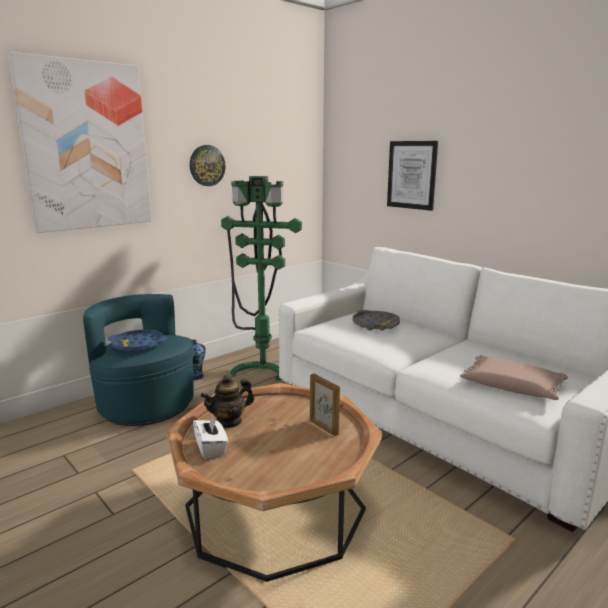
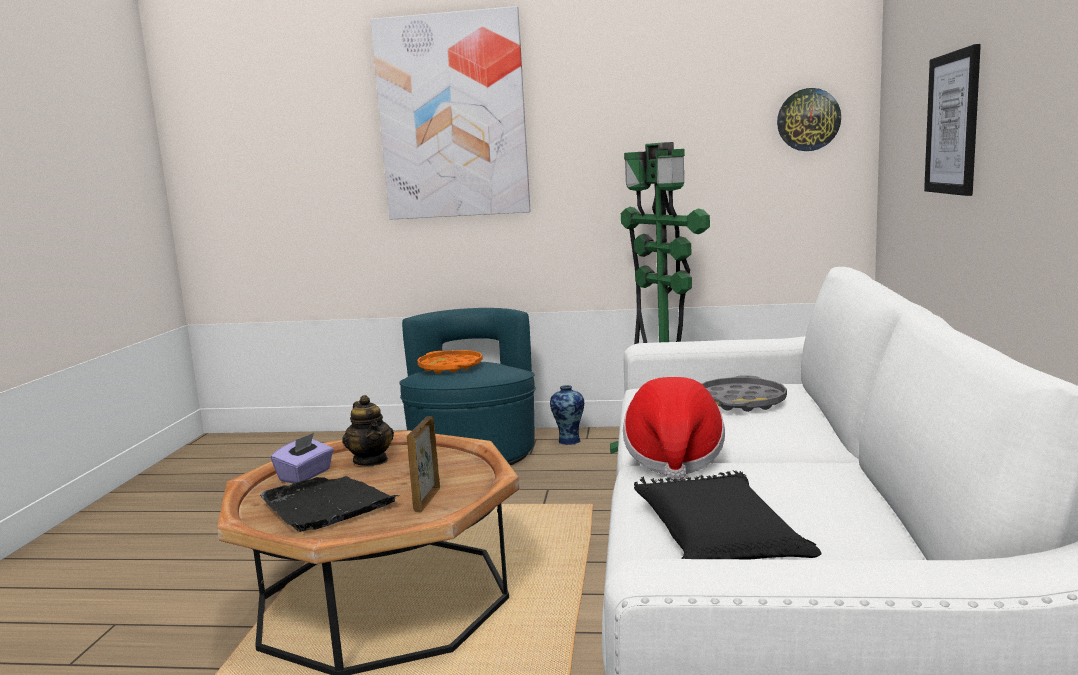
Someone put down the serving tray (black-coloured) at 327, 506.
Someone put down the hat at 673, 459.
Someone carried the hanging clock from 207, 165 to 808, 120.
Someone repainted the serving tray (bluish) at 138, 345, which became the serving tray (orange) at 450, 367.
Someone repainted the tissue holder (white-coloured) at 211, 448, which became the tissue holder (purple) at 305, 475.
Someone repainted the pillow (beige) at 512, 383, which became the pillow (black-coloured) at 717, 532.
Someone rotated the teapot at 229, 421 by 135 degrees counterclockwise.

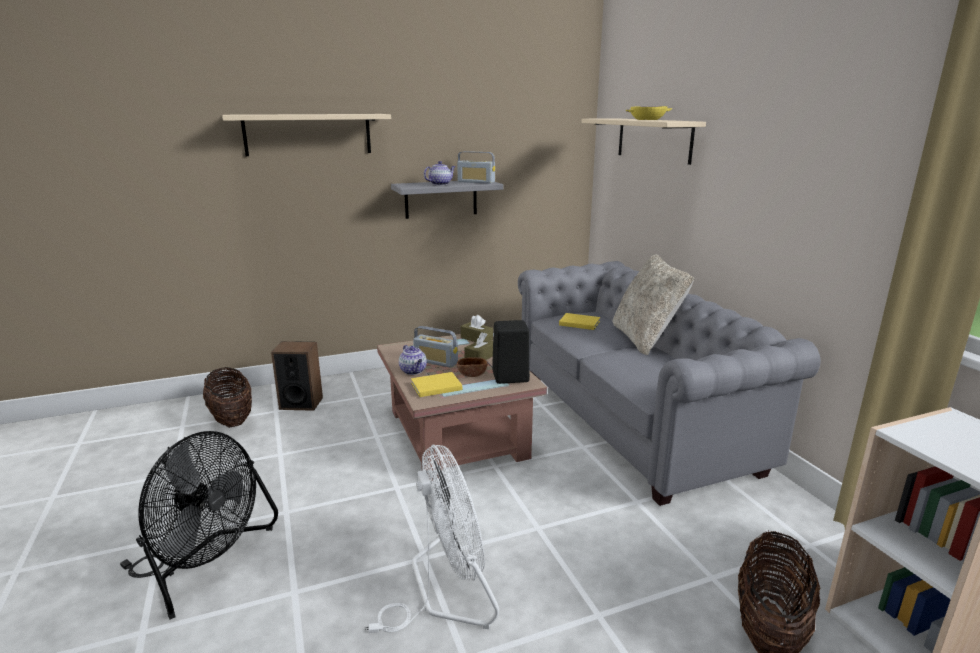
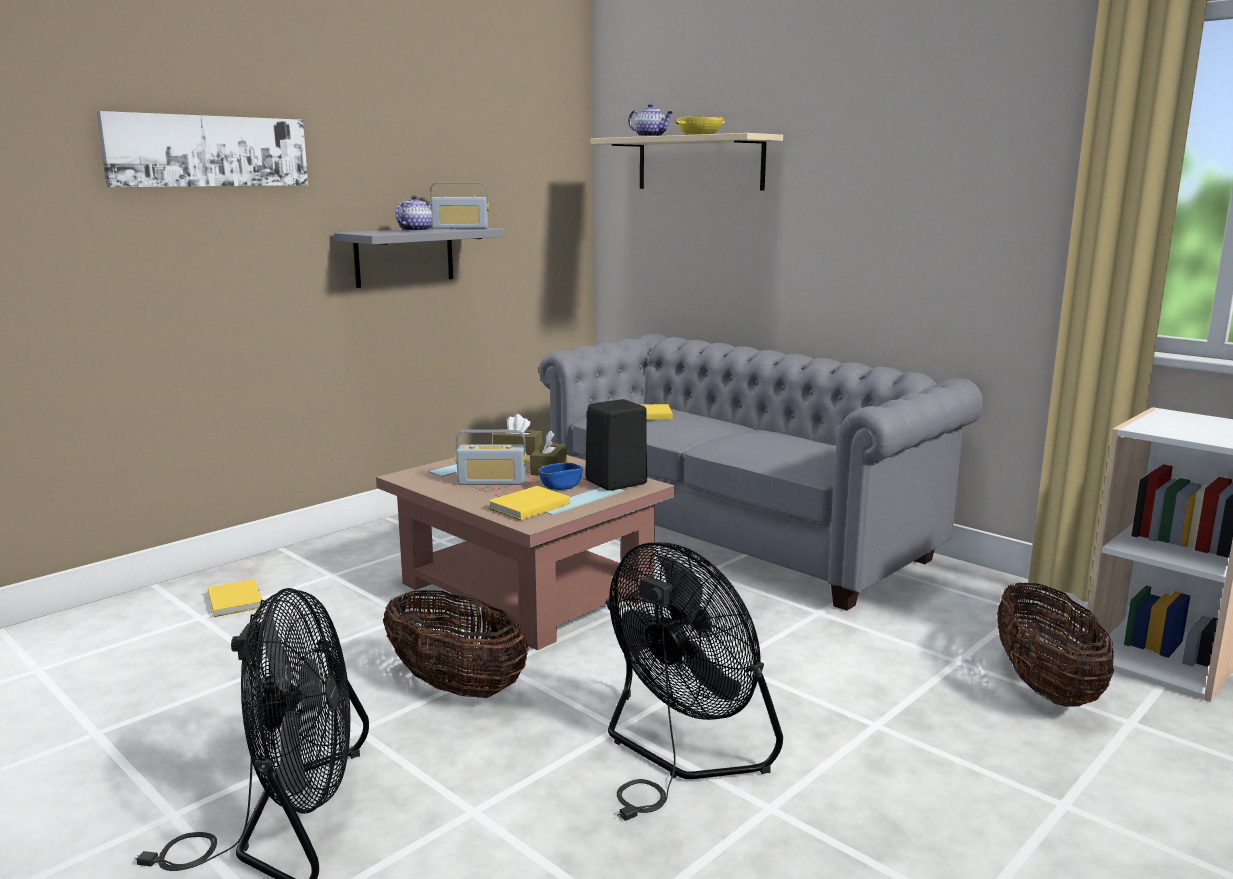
Someone took away the pillow (beige) at 645, 338.
Someone carried the storage basket from 232, 419 to 456, 686.
Someone carried the teapot from 413, 371 to 651, 136.
Someone swapped the wall shelf (beige) at 308, 134 for the picture at 208, 151.
Someone swapped the audio speaker at 301, 403 for the bound book (yellow-coloured) at 236, 600.
Someone repainted the cooling fan (white-coloured) at 441, 587, which became the cooling fan (black-coloured) at 670, 750.
Someone repainted the serving bowl (brown) at 472, 374, which became the serving bowl (bluish) at 560, 487.

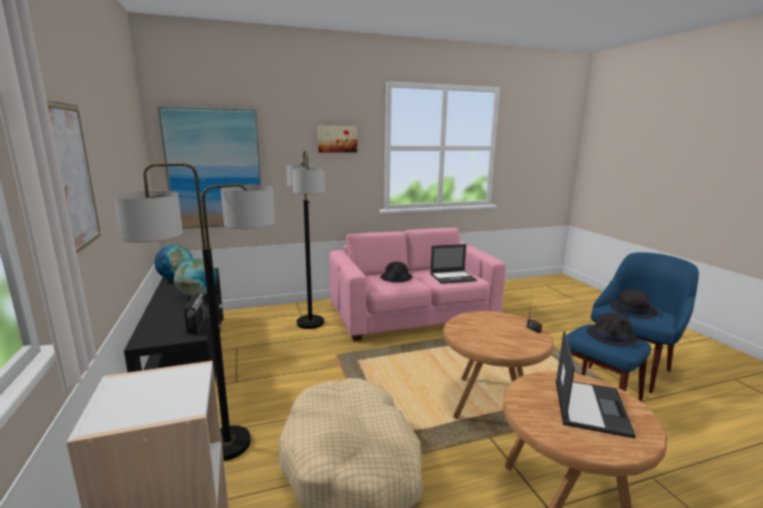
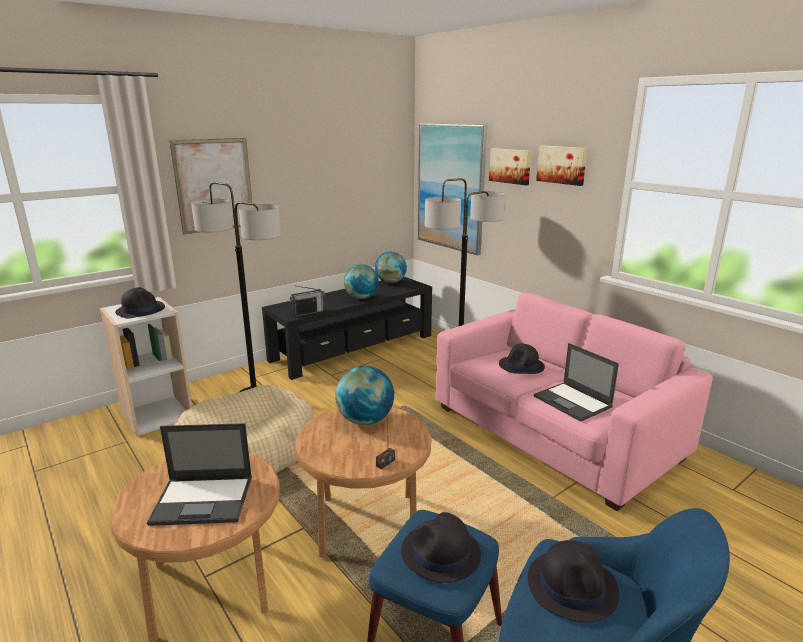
Someone put down the hat (black-coloured) at 141, 310.
Someone put down the world globe at 365, 420.
Someone put up the picture at 510, 166.

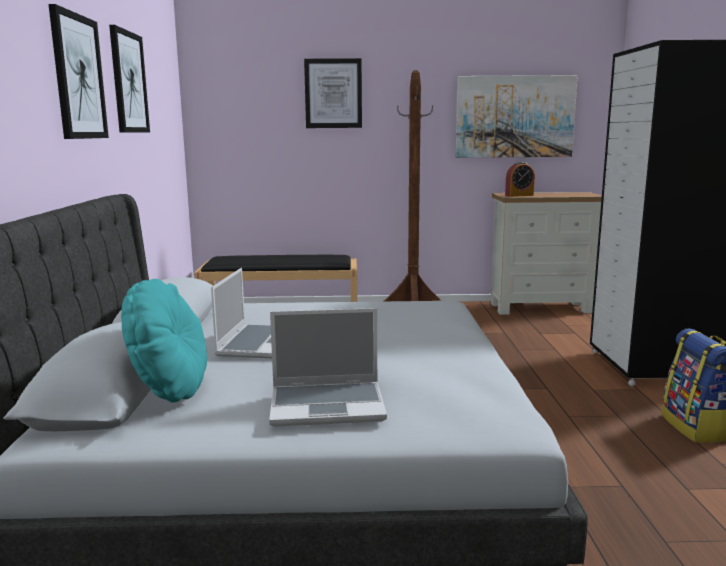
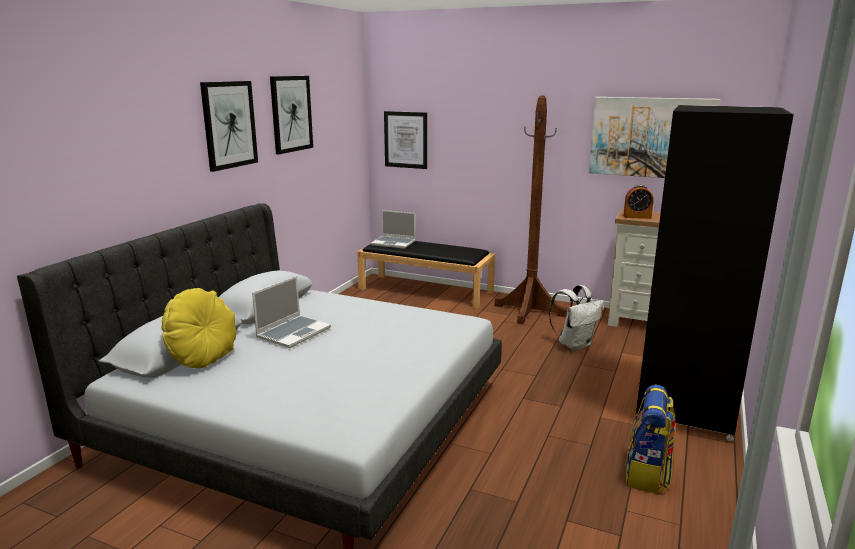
Someone put down the knapsack (white-coloured) at 574, 344.
Someone carried the notebook computer from 328, 405 to 394, 243.
Someone carried the picture from 333, 93 to 406, 140.
Someone repainted the pillow (blue-green) at 171, 392, which became the pillow (yellow-coloured) at 204, 360.

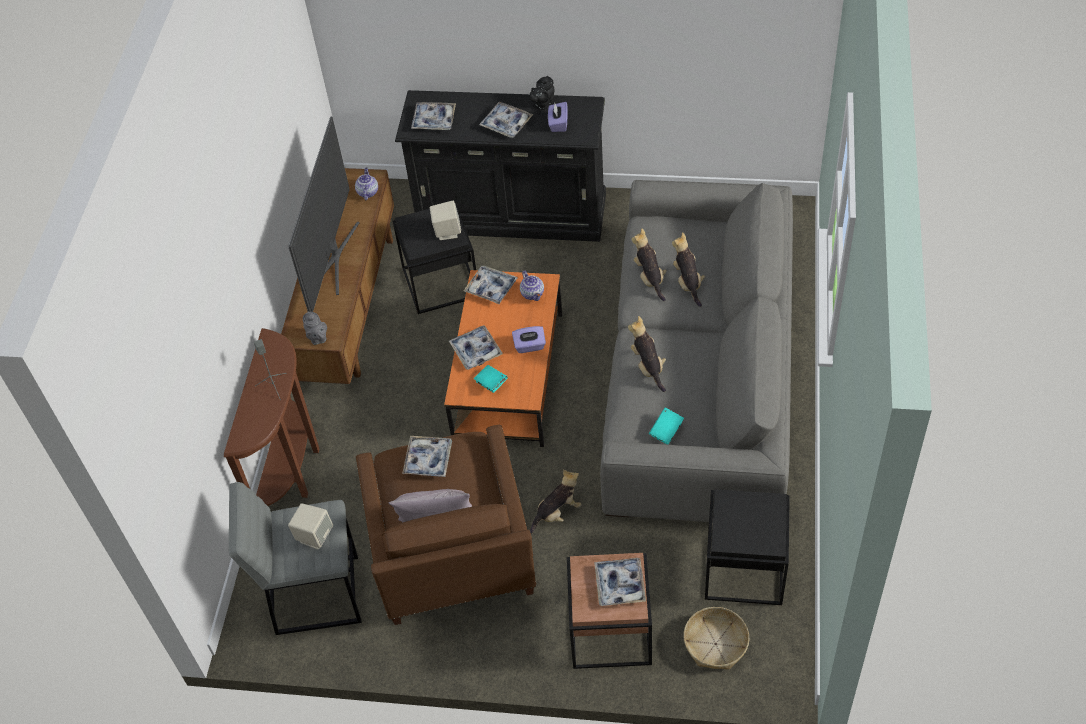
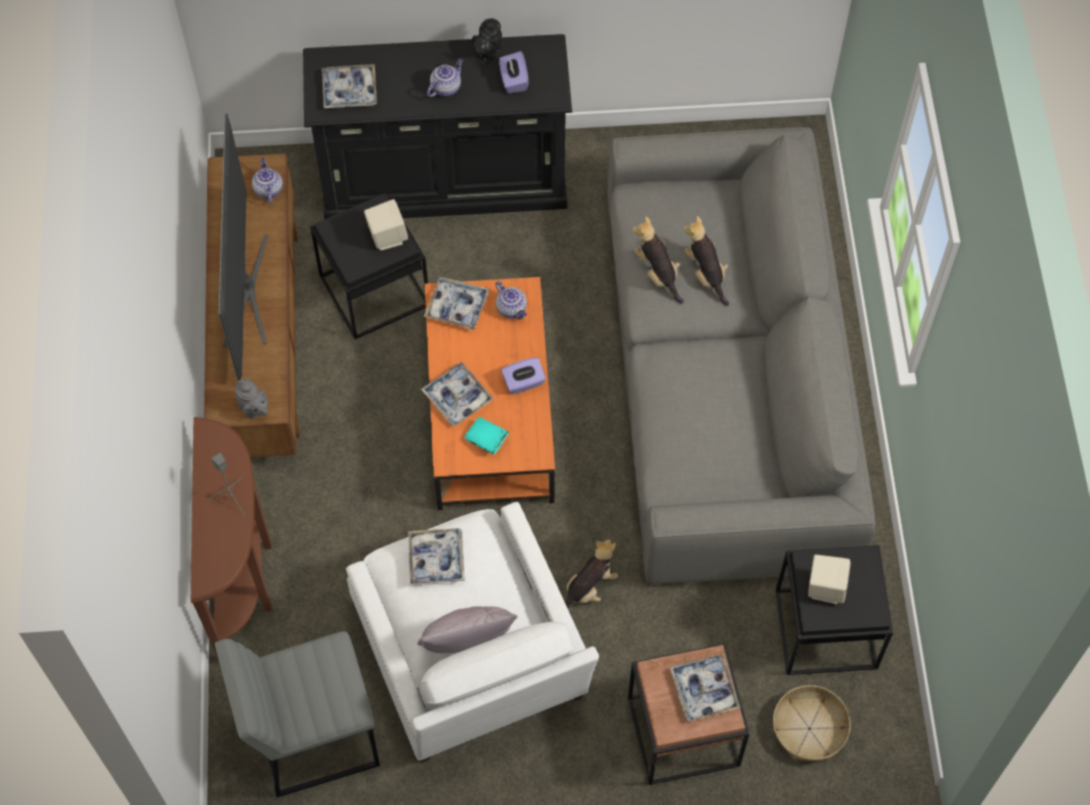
Someone took away the soft toy at 648, 366.
Someone took away the bound book (blue-green) at 666, 431.
Someone carried the audio speaker (beige) from 314, 536 to 825, 588.
Someone swapped the serving tray at 506, 124 for the teapot at 446, 87.
Someone repainted the lounge chair (brown) at 451, 552, which became the lounge chair (white-coloured) at 470, 657.

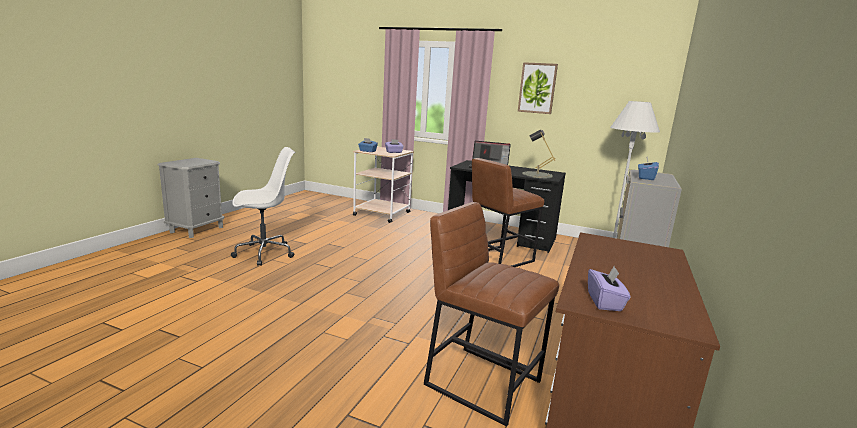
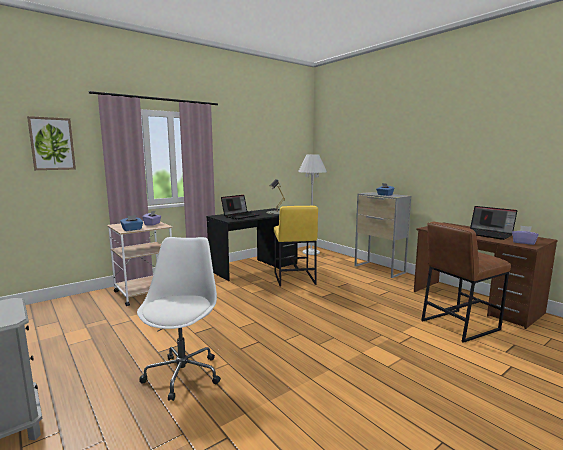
Someone put down the notebook computer at 488, 234.
Someone carried the picture from 537, 88 to 52, 144.
Someone repainted the plain chair (brown) at 498, 258, which became the plain chair (yellow-coloured) at 294, 278.

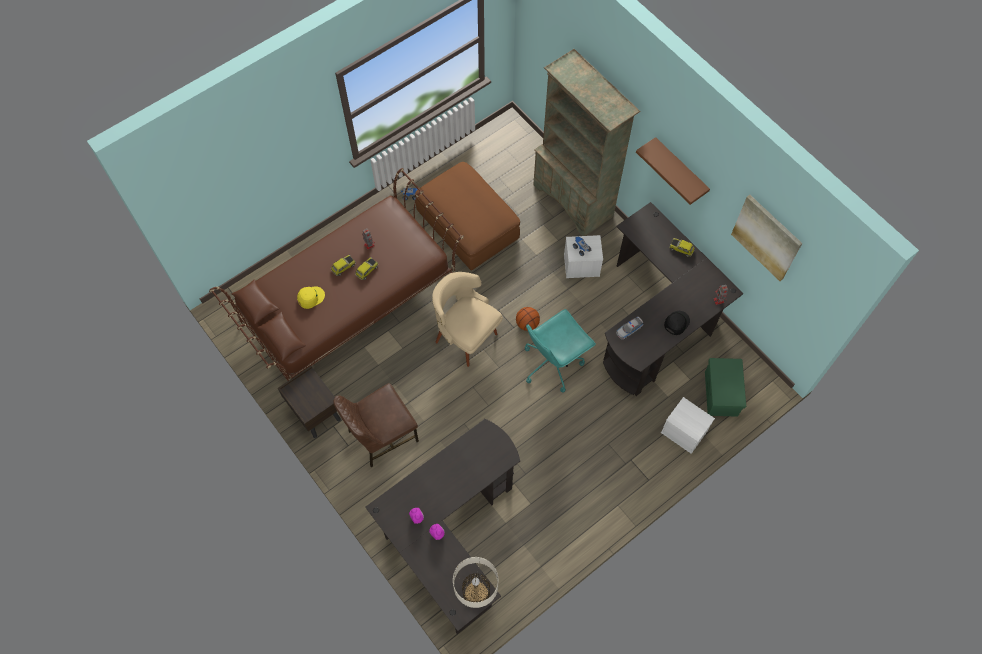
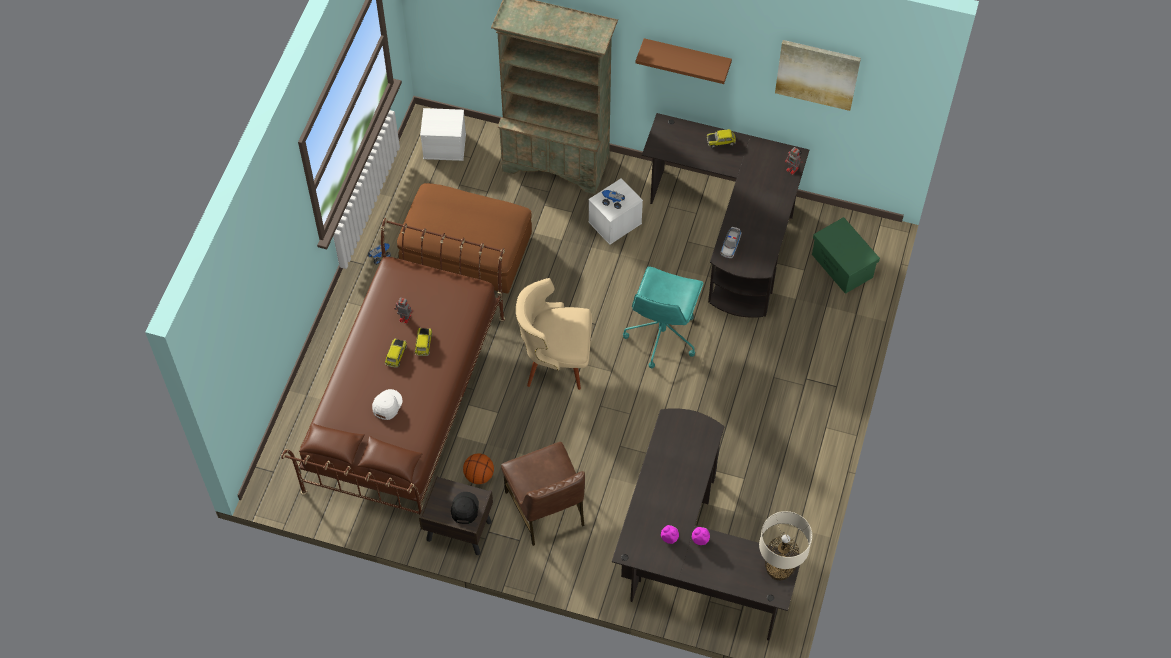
Someone carried the basketball from 527, 324 to 479, 475.
Someone carried the storage container (white-coloured) from 684, 431 to 445, 146.
Someone carried the peaked cap (black-coloured) from 676, 323 to 464, 508.
Someone repainted the peaked cap (yellow-coloured) at 310, 297, which became the peaked cap (white-coloured) at 387, 405.
Someone rotated the plain chair (brown) at 381, 435 by 45 degrees counterclockwise.

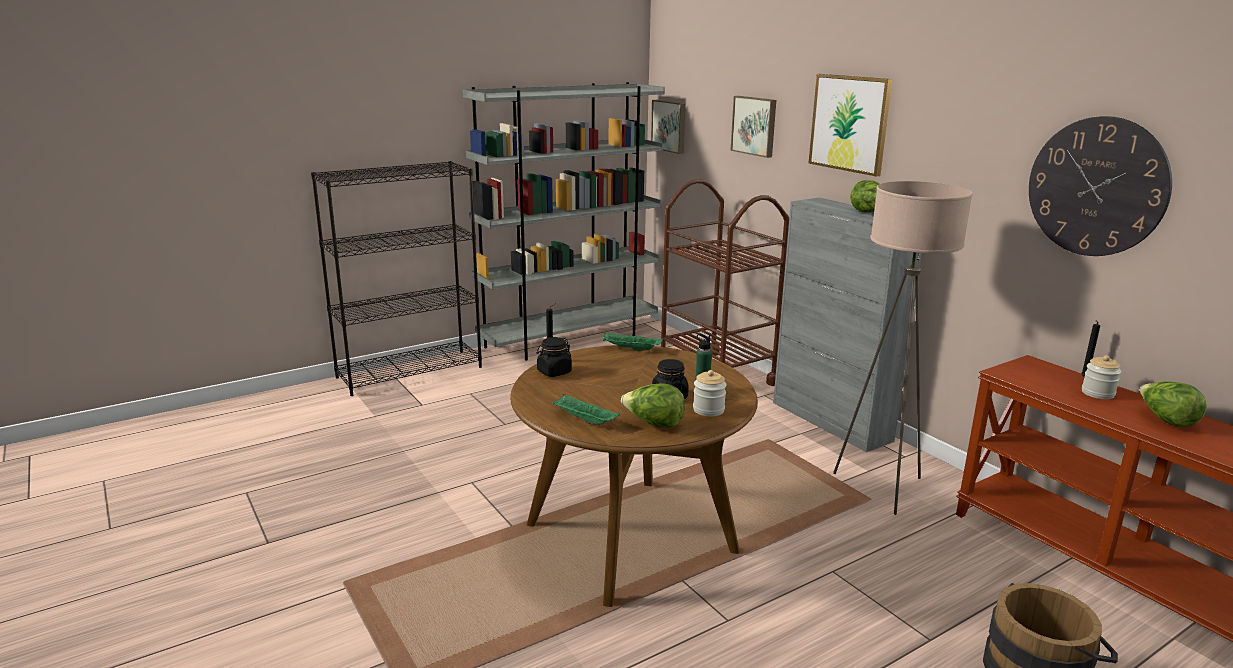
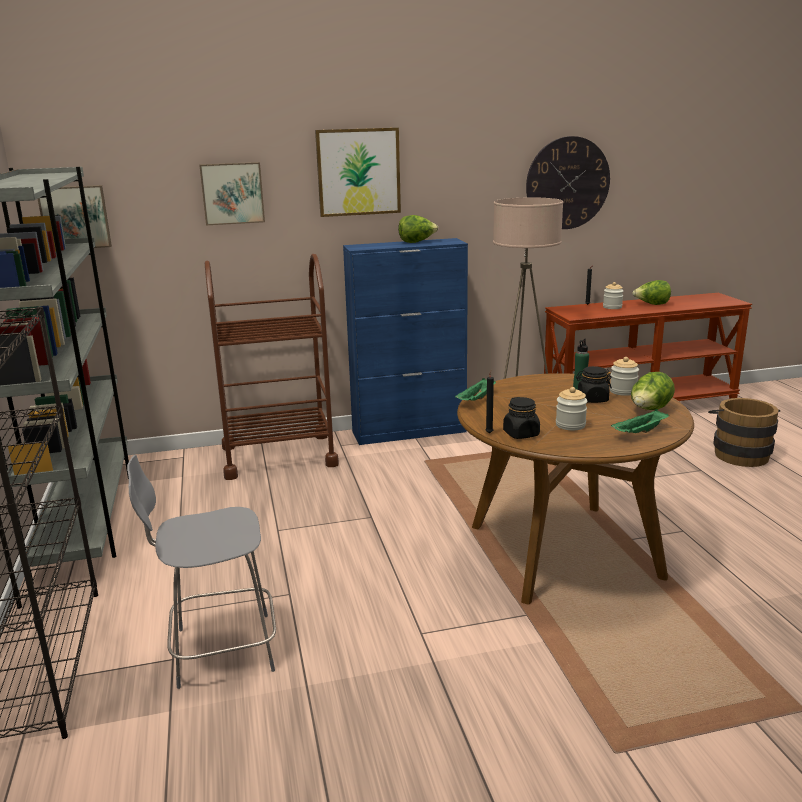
Someone put down the plain chair (grey) at 220, 650.
Someone put down the storage jar at 570, 425.
Someone repainted the cupboard (grey) at 831, 421, which became the cupboard (bluish) at 410, 432.

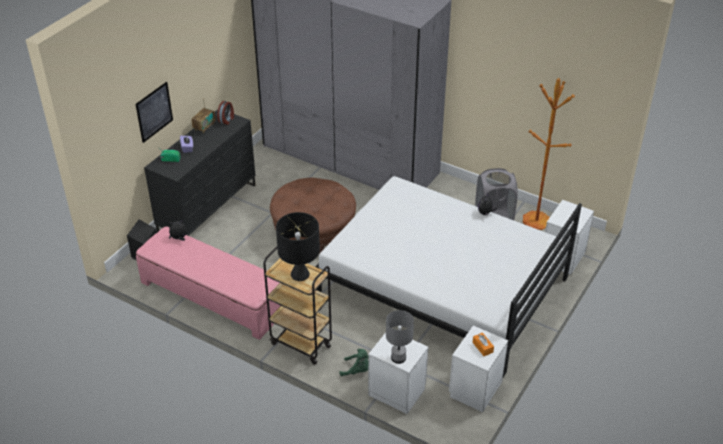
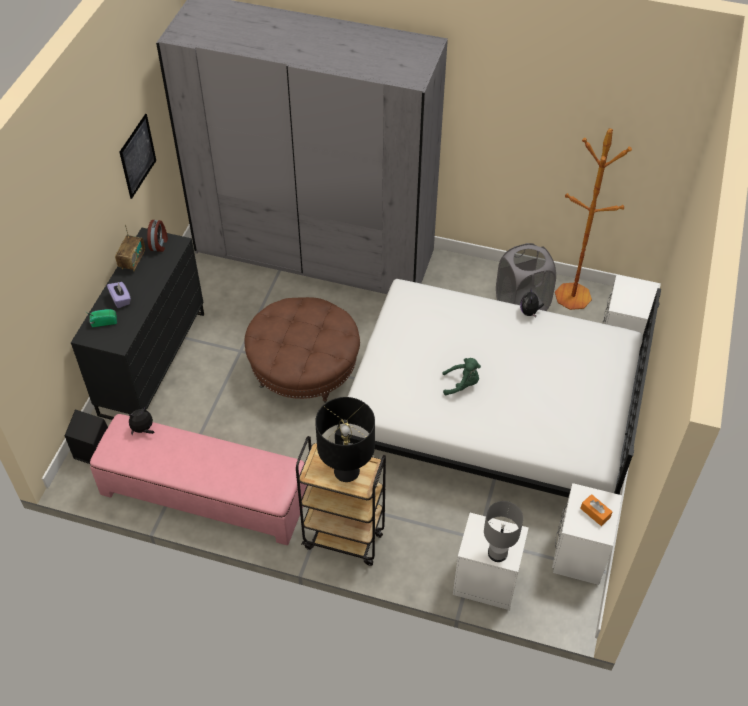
Someone carried the picture from 154, 112 to 137, 156.
Someone carried the soft toy (greenish) from 357, 370 to 462, 384.

